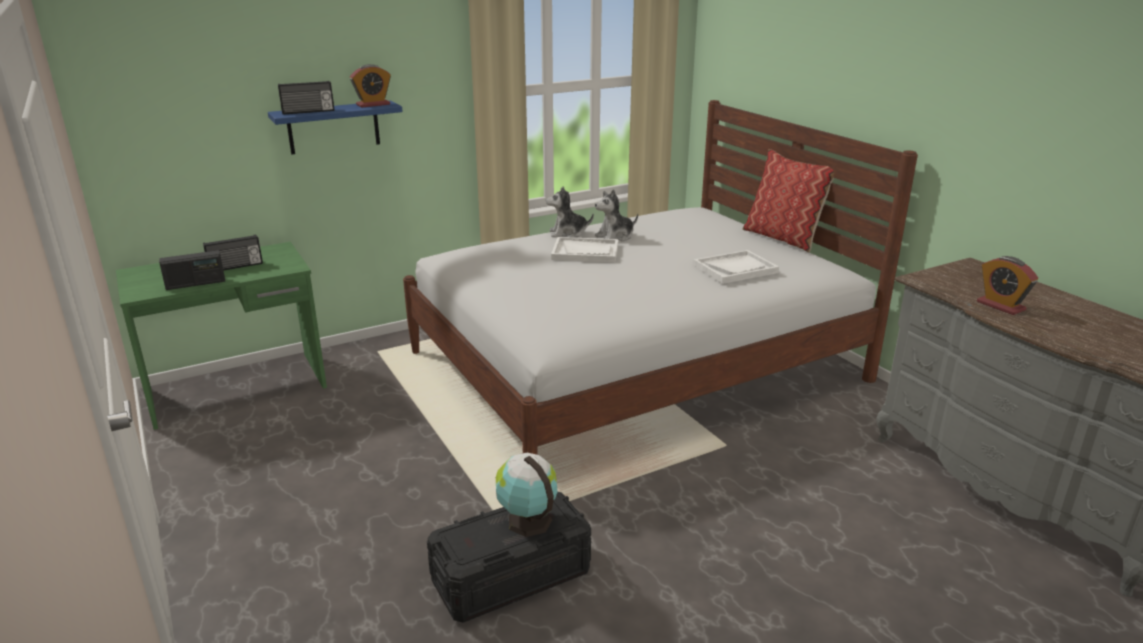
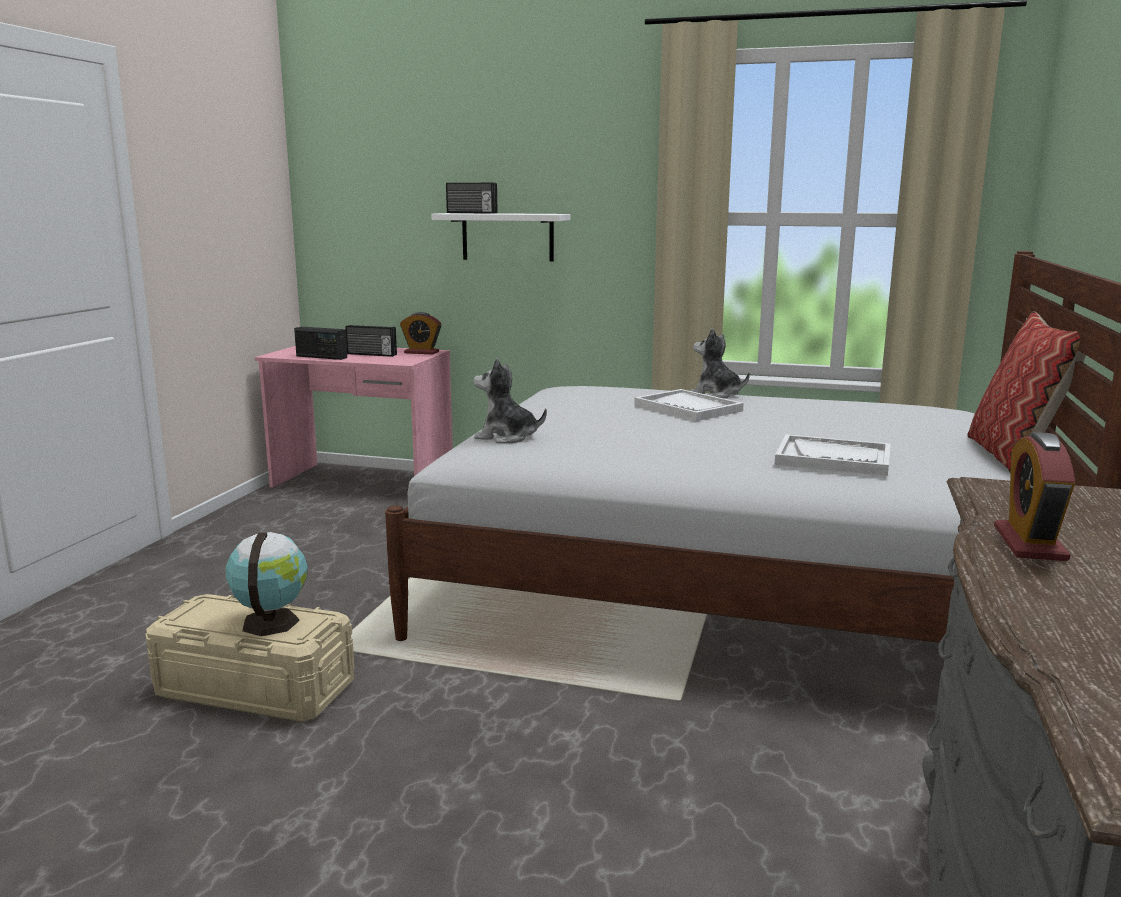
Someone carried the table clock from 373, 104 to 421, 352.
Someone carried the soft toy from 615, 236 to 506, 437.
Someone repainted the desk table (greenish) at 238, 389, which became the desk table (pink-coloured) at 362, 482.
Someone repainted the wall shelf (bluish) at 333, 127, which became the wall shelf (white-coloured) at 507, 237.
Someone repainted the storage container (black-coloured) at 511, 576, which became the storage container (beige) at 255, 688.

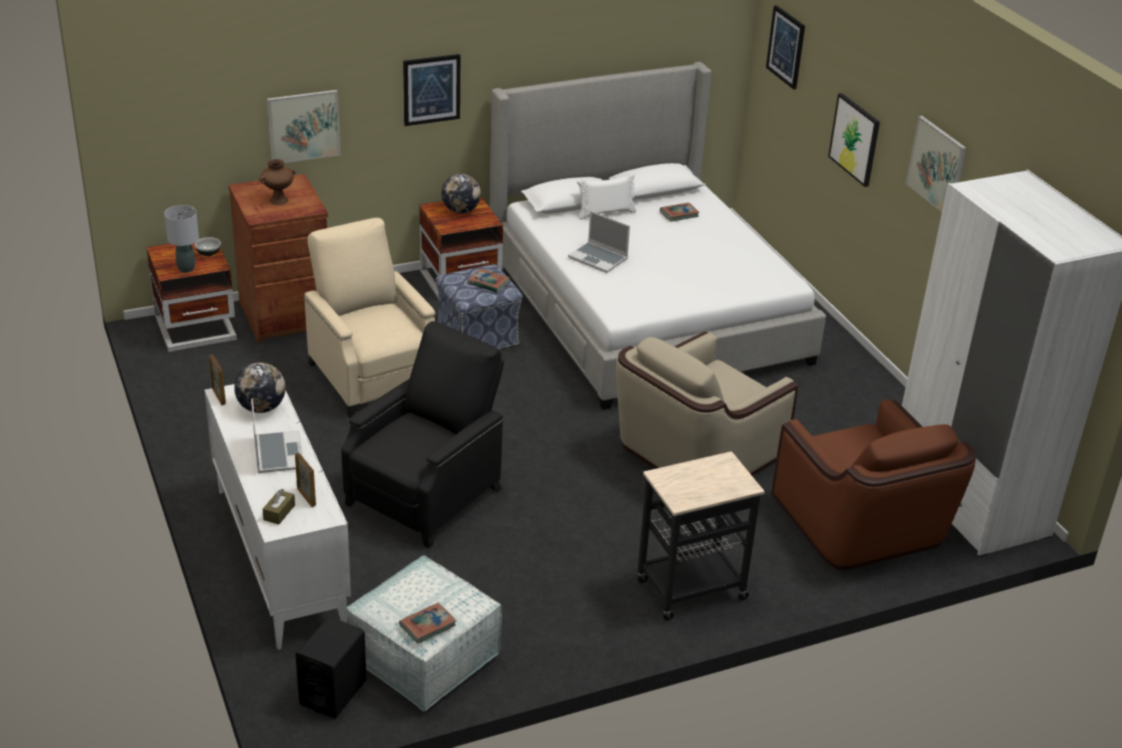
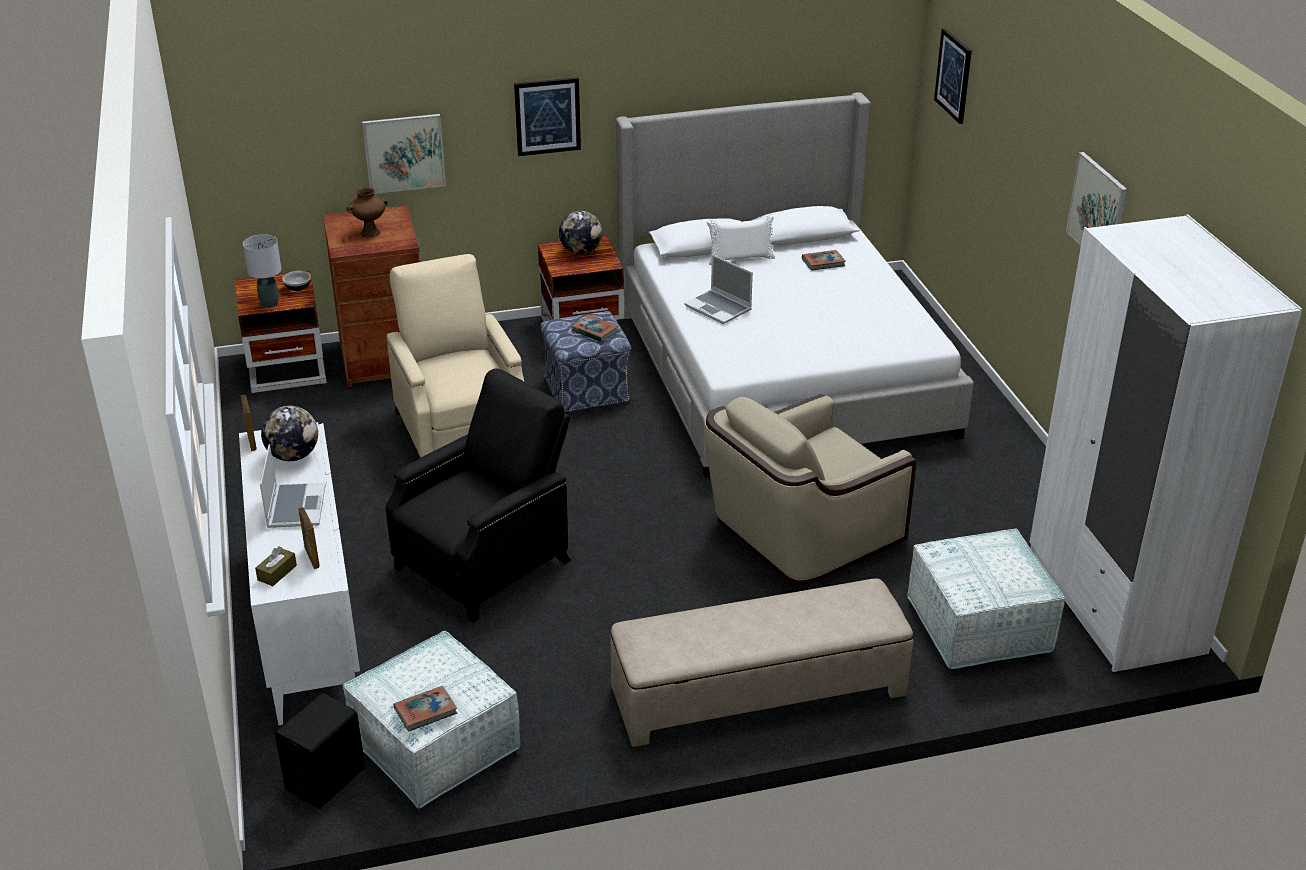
Someone took away the picture at 855, 139.
Someone swapped the trolley at 690, 591 for the long seat (beige) at 757, 691.
Someone swapped the lounge chair (brown) at 862, 526 for the ottoman (white-coloured) at 978, 628.

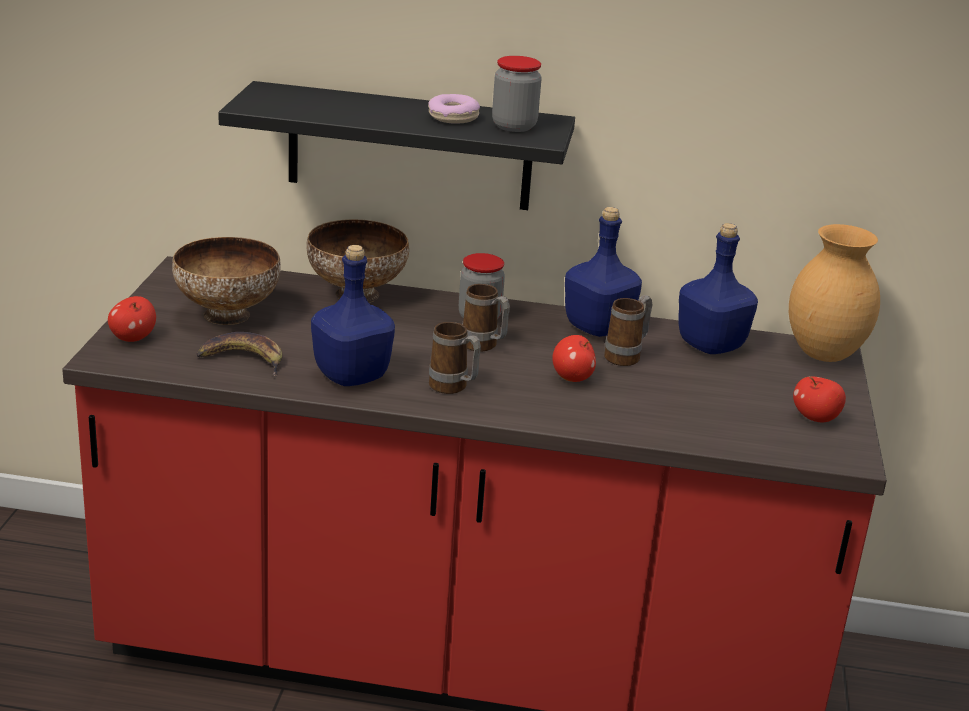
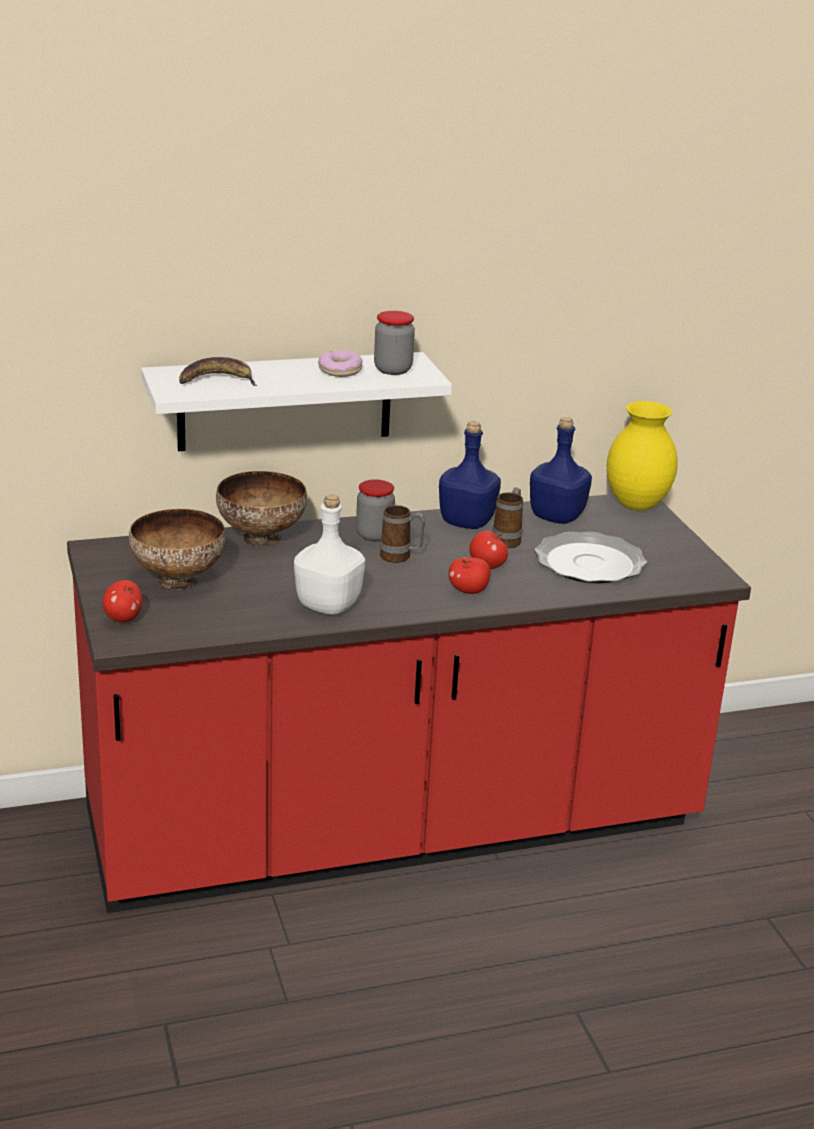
Someone took away the tea mug at 453, 388.
Someone put down the flat dish at 590, 563.
Someone carried the whole banana from 244, 360 to 217, 380.
Someone carried the whole apple from 815, 418 to 468, 591.
Someone repainted the wall shelf (black-coloured) at 409, 147, which became the wall shelf (white-coloured) at 285, 401.
Someone repainted the bottle (bluish) at 350, 376, which became the bottle (white-coloured) at 328, 606.
Someone repainted the decorative vase (brown) at 825, 355, which became the decorative vase (yellow-coloured) at 638, 505.

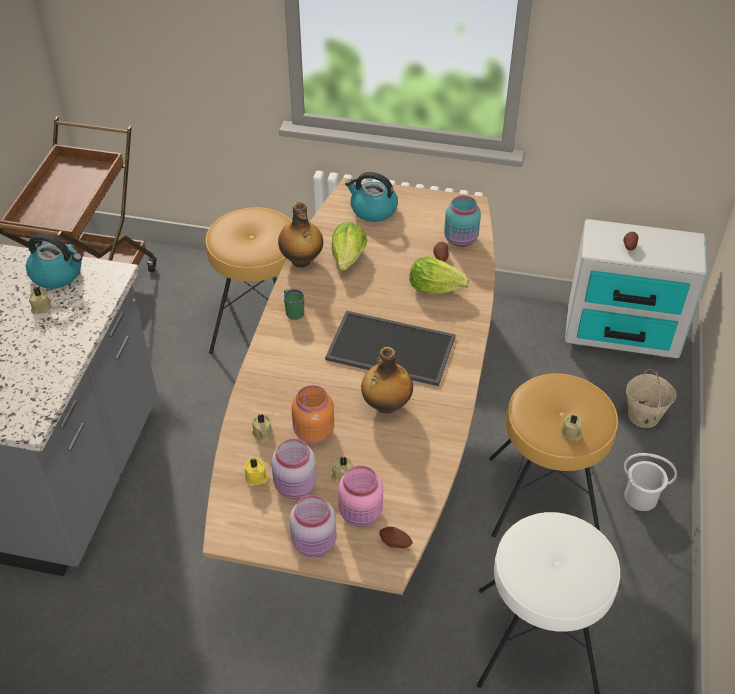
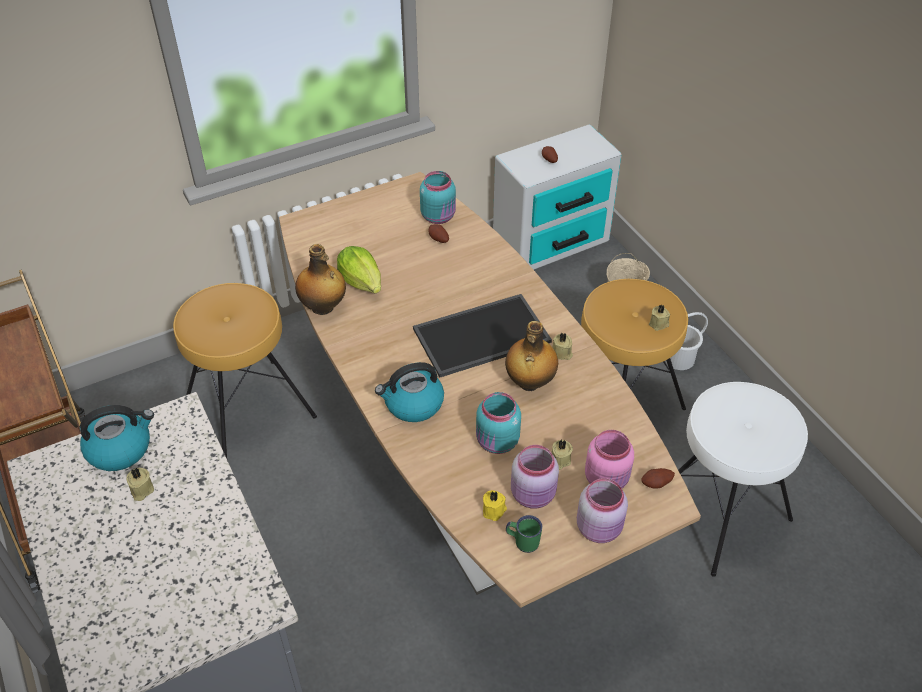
Someone took away the head of lettuce at 436, 287.
Someone carried the candle (beige) from 262, 434 to 562, 353.
Someone carried the tea mug (greenish) from 293, 311 to 522, 541.
Someone carried the tea kettle from 372, 210 to 413, 404.
Someone repainted the storage jar (orange) at 313, 432, which became the storage jar (blue-green) at 497, 442.

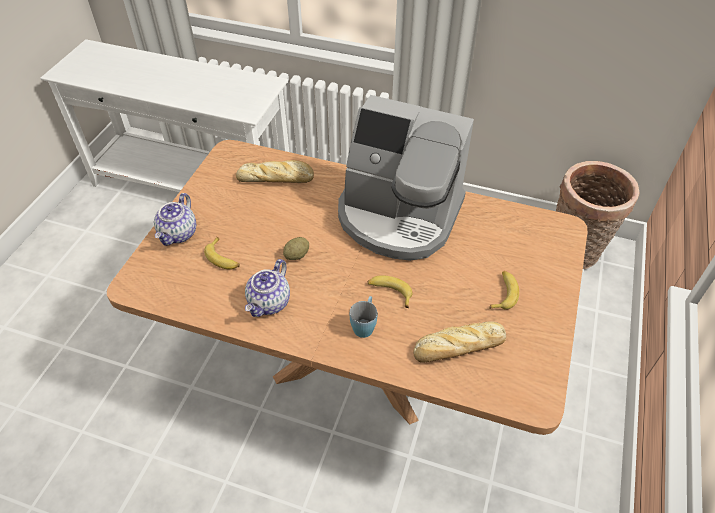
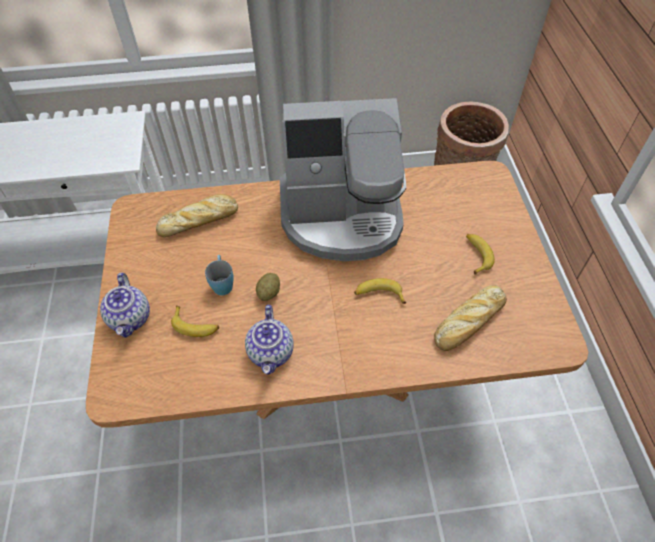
Someone carried the tea mug (bluish) from 364, 325 to 222, 283.

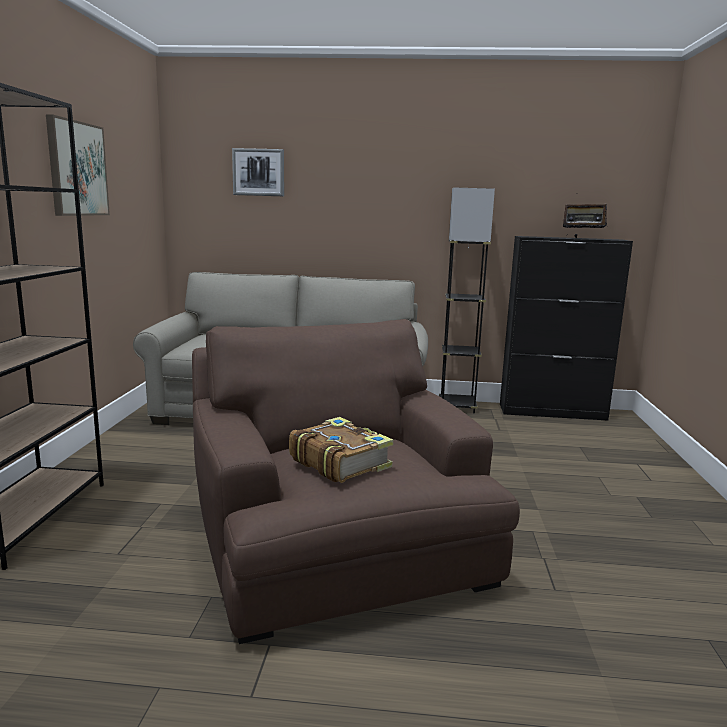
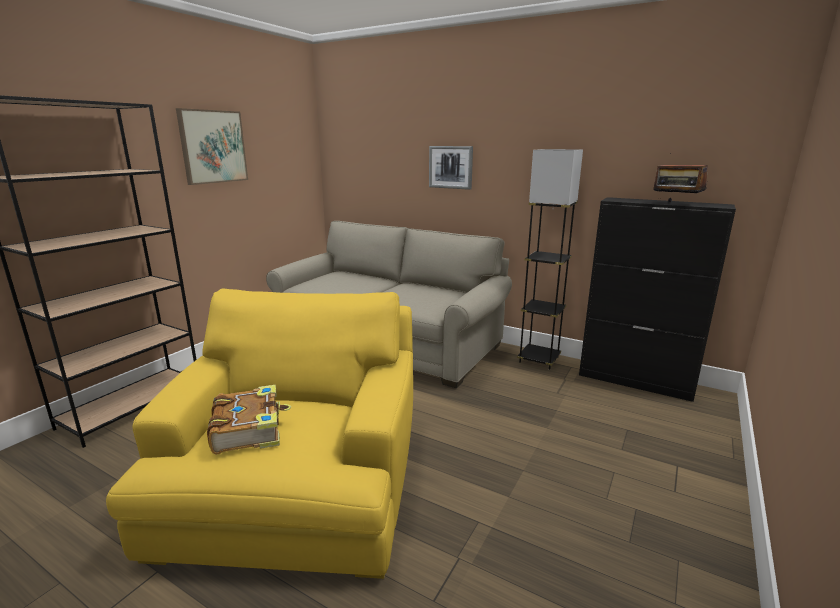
Someone carried the picture from 258, 172 to 450, 167.
Someone repainted the lounge chair (brown) at 336, 543, which became the lounge chair (yellow-coloured) at 297, 485.

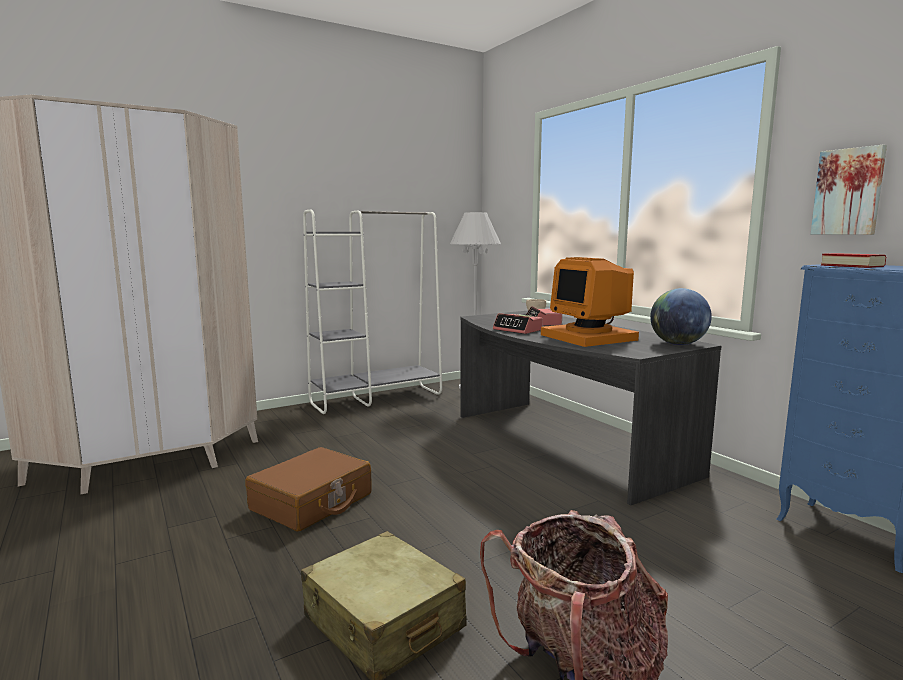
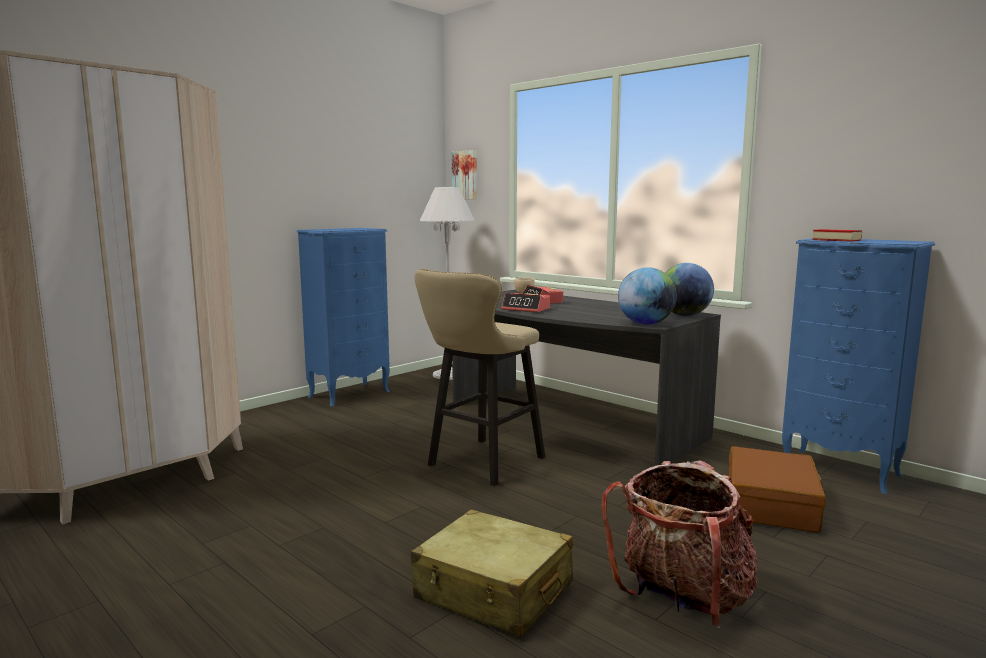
Someone took away the computer screen at 590, 337.
Someone put down the stool seat (beige) at 478, 465.
Someone put down the world globe at 645, 324.
Someone carried the travel case (brown) from 312, 502 to 771, 504.
Someone carried the picture from 848, 192 to 465, 175.
Someone swapped the clothes rack (grey) at 377, 399 for the dresser (bluish) at 351, 395.

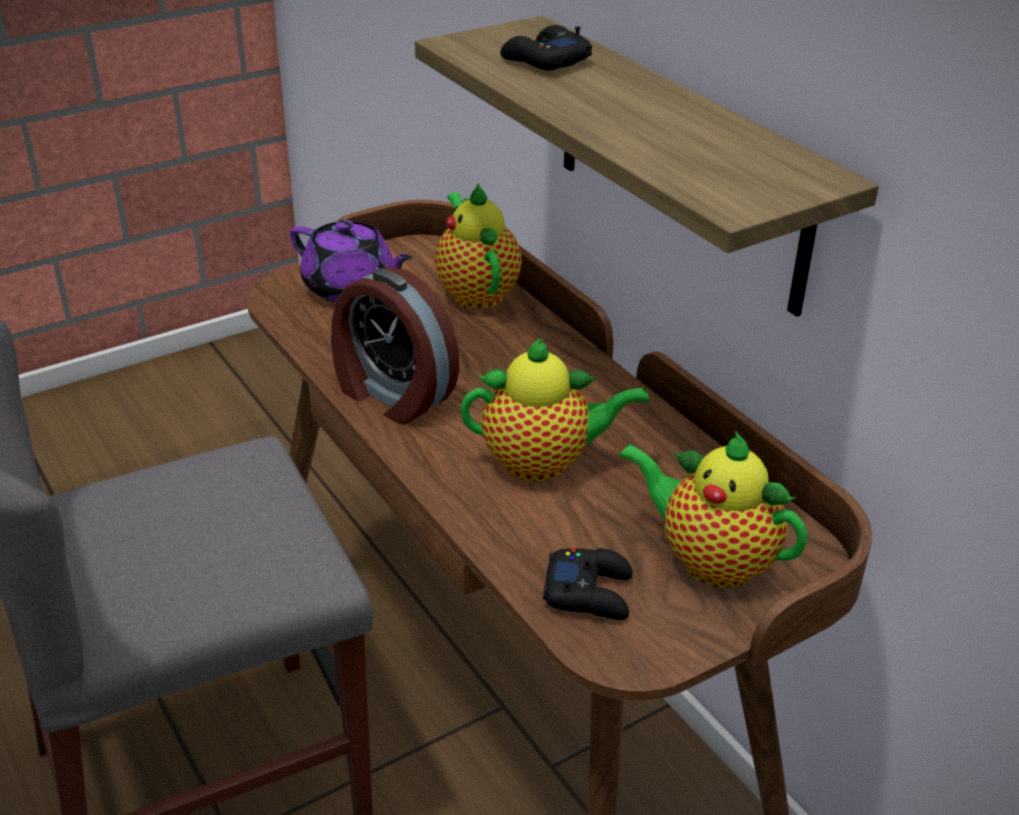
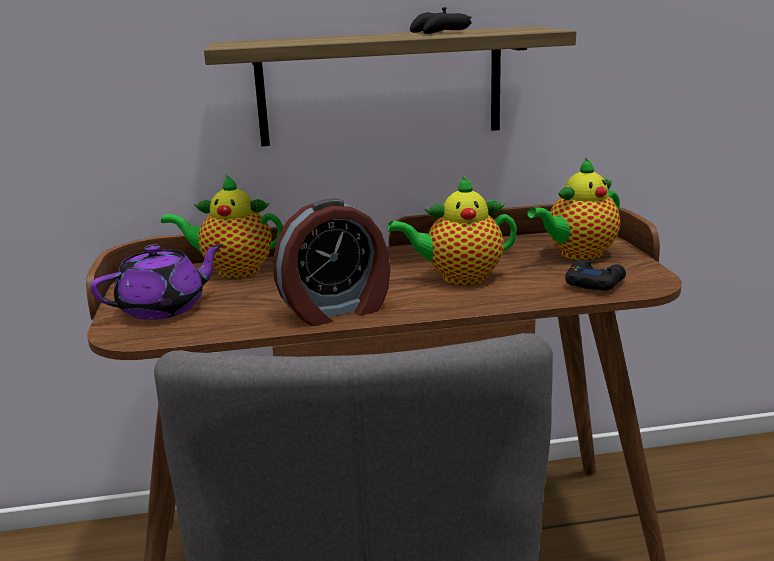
Someone carried the game controller (black-coloured) from 545, 60 to 440, 32.
Someone rotated the teapot at 543, 462 by 120 degrees counterclockwise.

